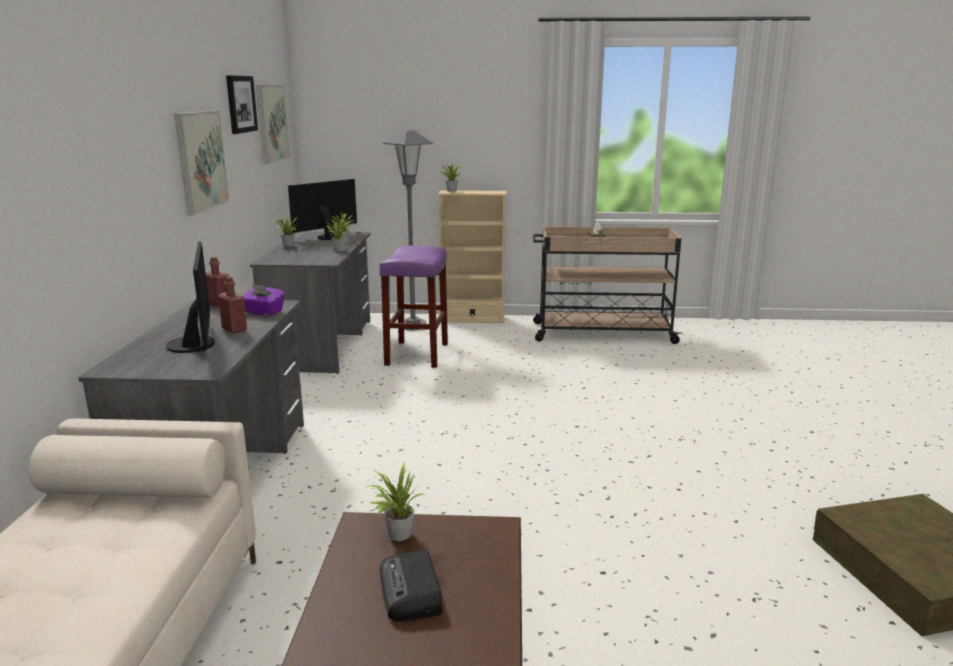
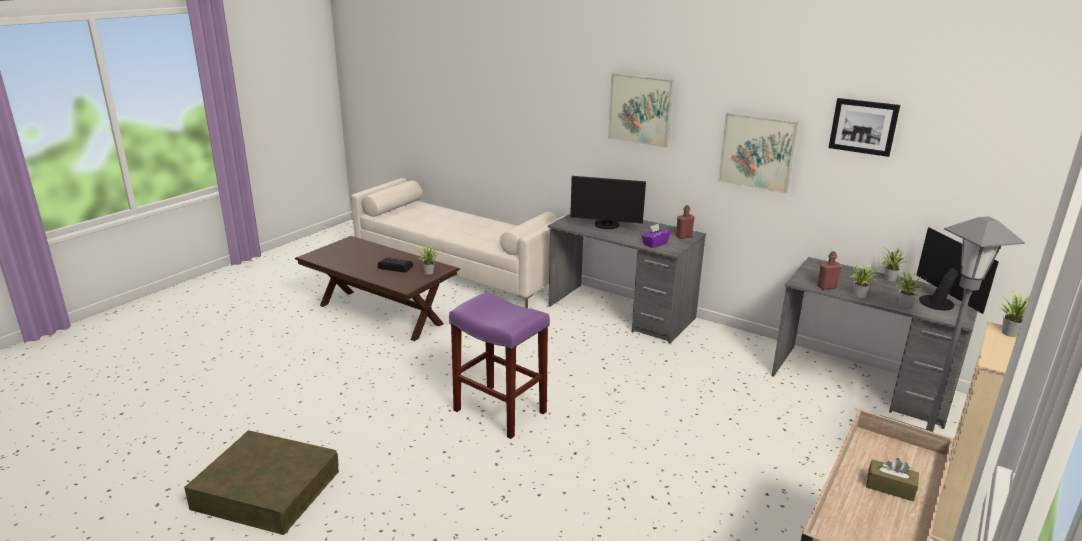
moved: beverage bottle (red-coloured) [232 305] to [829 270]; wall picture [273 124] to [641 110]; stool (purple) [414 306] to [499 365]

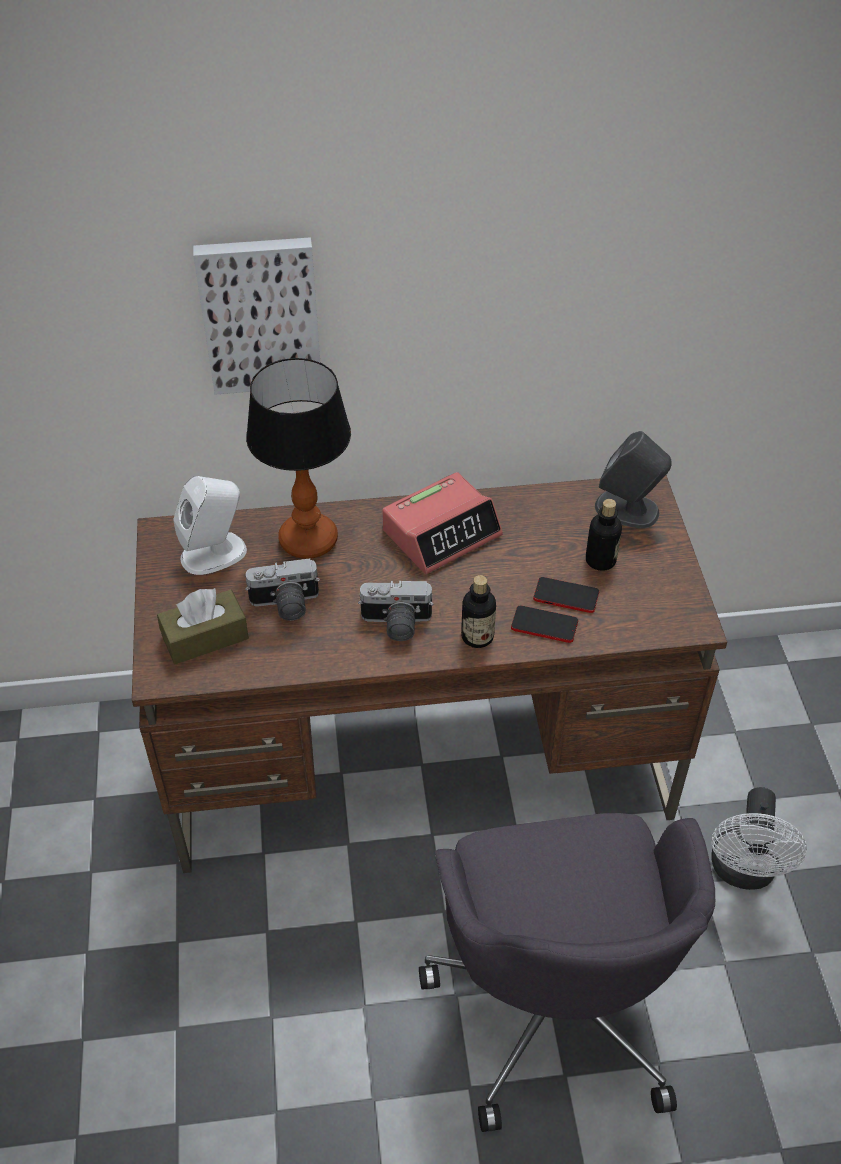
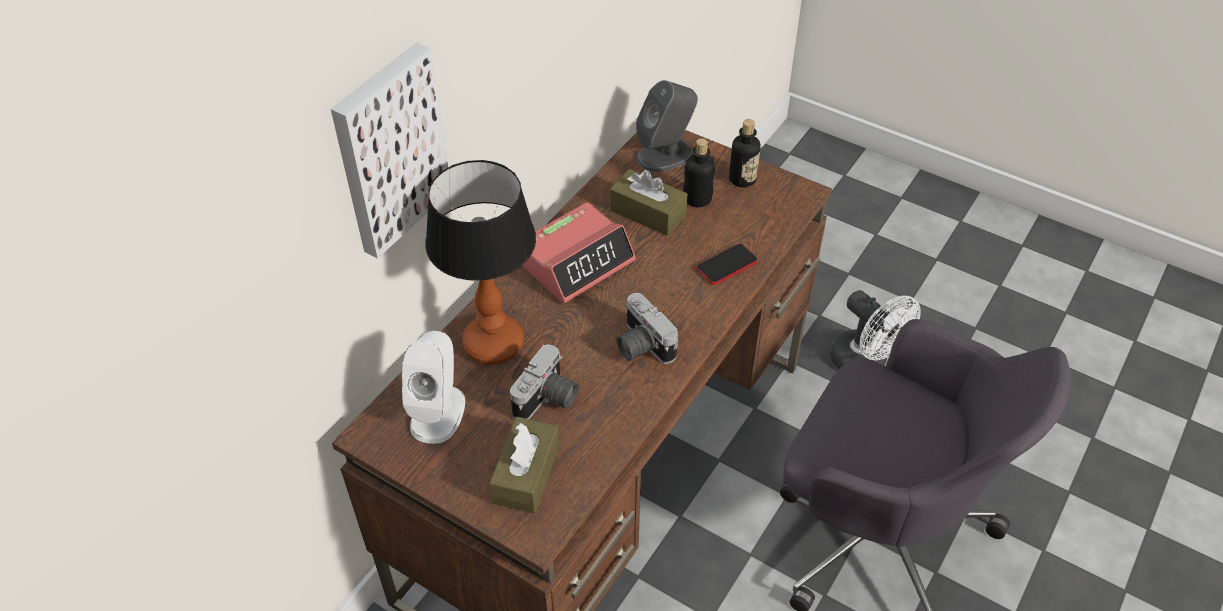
removed: telephone [566 595]
added: box of tissues (brownish) [648 202]
moved: beverage bottle [478 611] to [745 153]
turned: photo camera [396 611] = [647 328] 105 degrees clockwise; table clock [442 523] = [579 253] 45 degrees clockwise

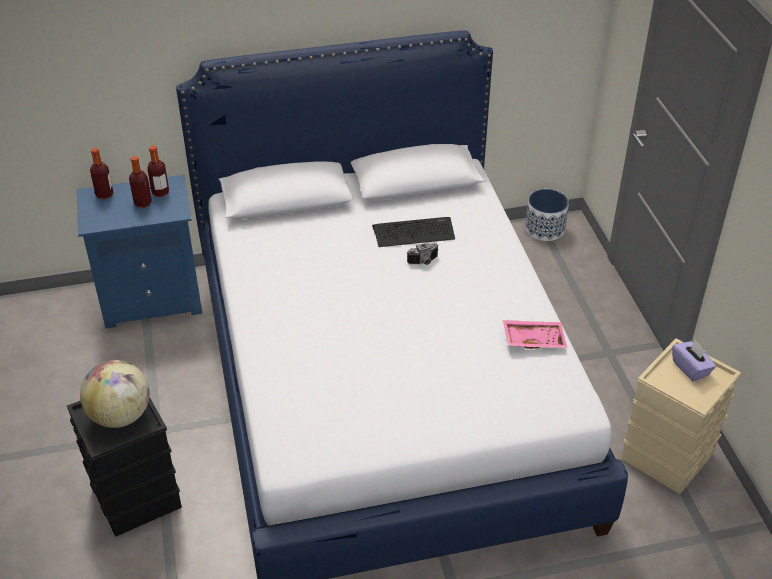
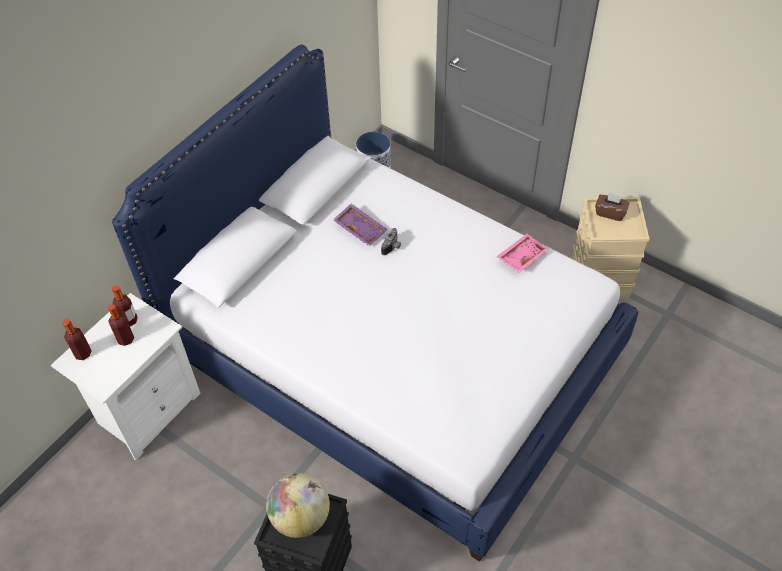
replaced: PC keyboard [413 232] to carrying tray (purple) [360 224]
recoloured: bedside table (blue-coloured) [139 252] to bedside table (white-coloured) [126 376]; box of tissues (purple) [694 361] to box of tissues (brownish) [612 207]

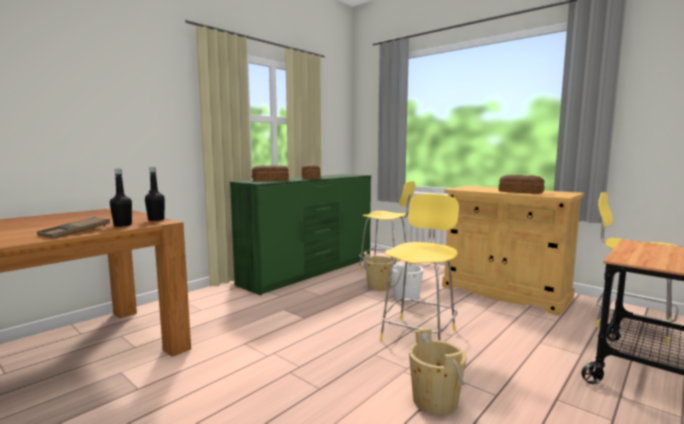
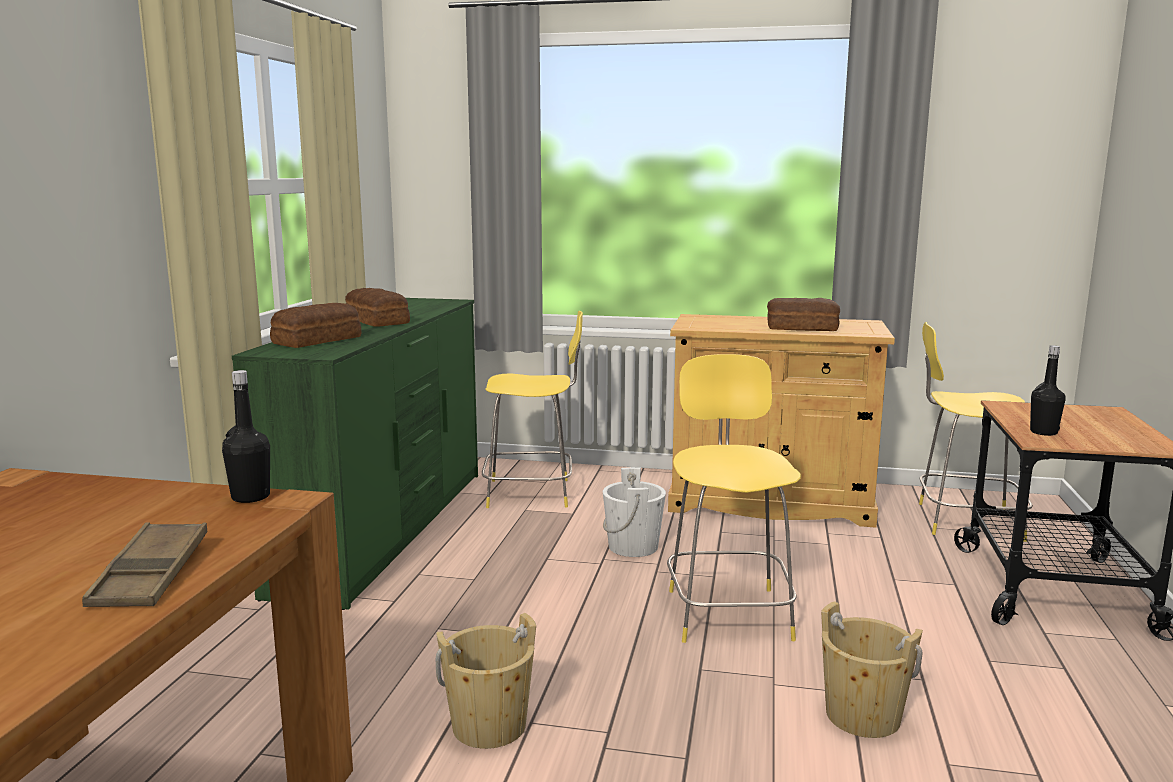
moved: beverage bottle (black) [121 198] to [1048 390]; pail (beige-coloured) [380 271] to [486 681]

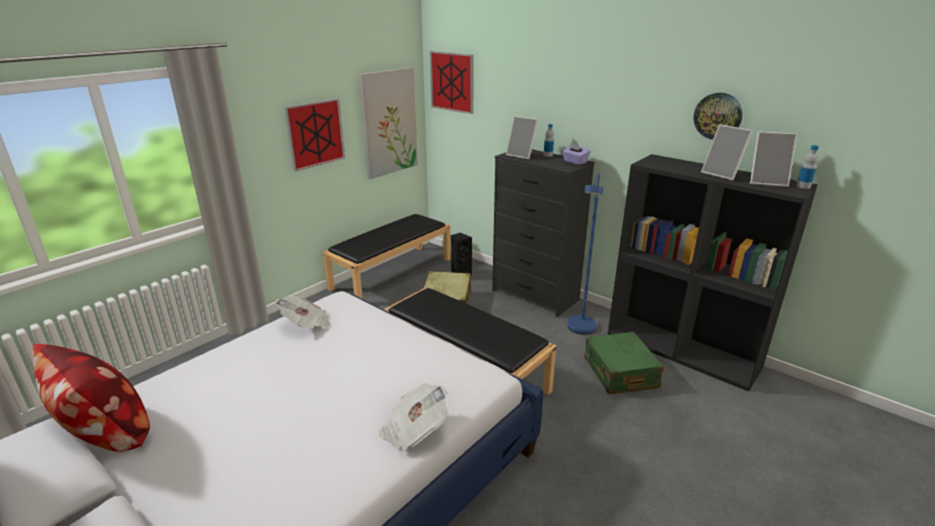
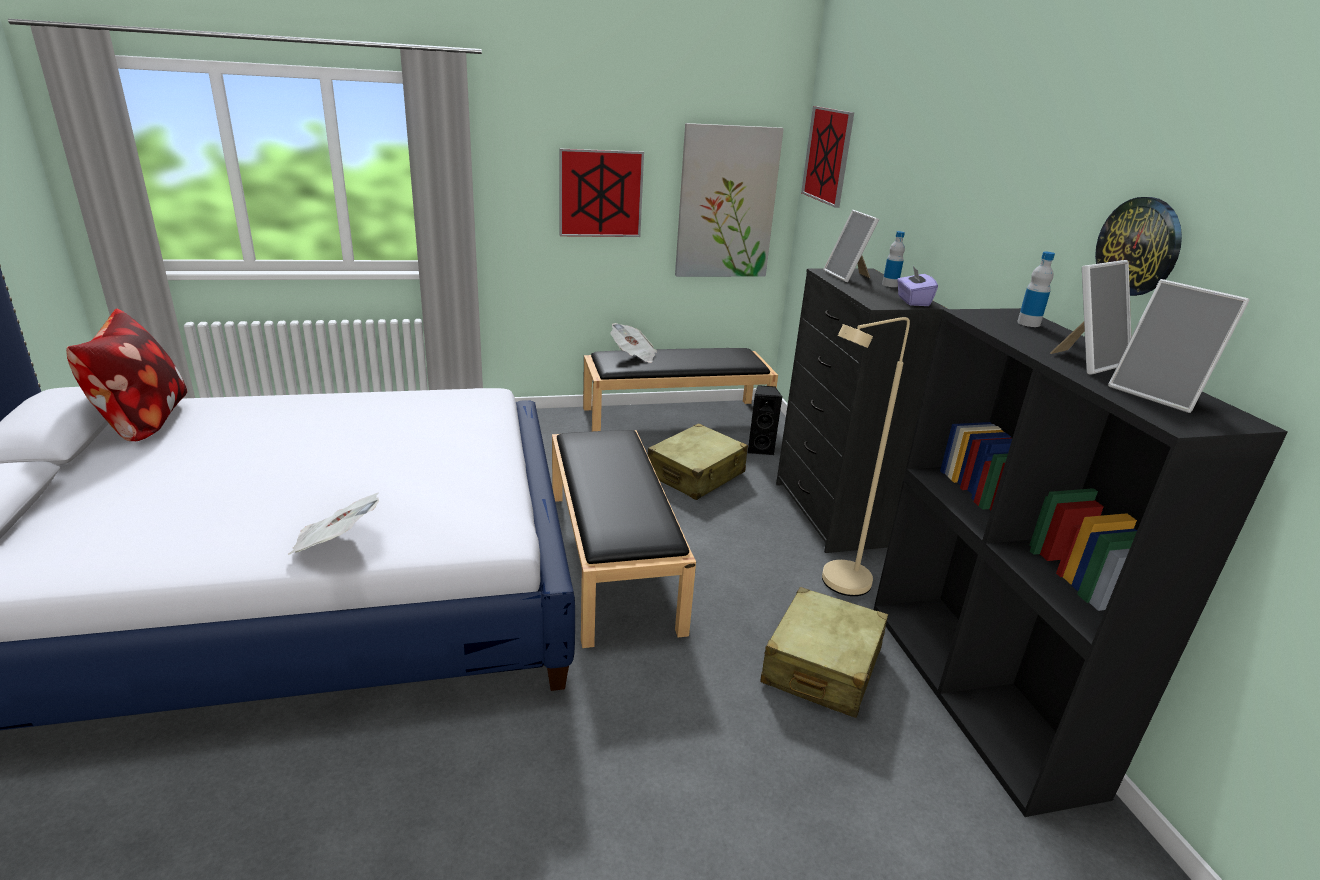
moved: printed paper [303 312] to [633 343]; beverage bottle [807 167] to [1036 289]
recoloured: floor lamp (blue-coloured) [585 254] to floor lamp (beige-coloured) [866 456]; suitcase (green-coloured) [624 363] to suitcase (beige-coloured) [824 652]
turned: picture frame [727 152] = [1090 317] 120 degrees counterclockwise

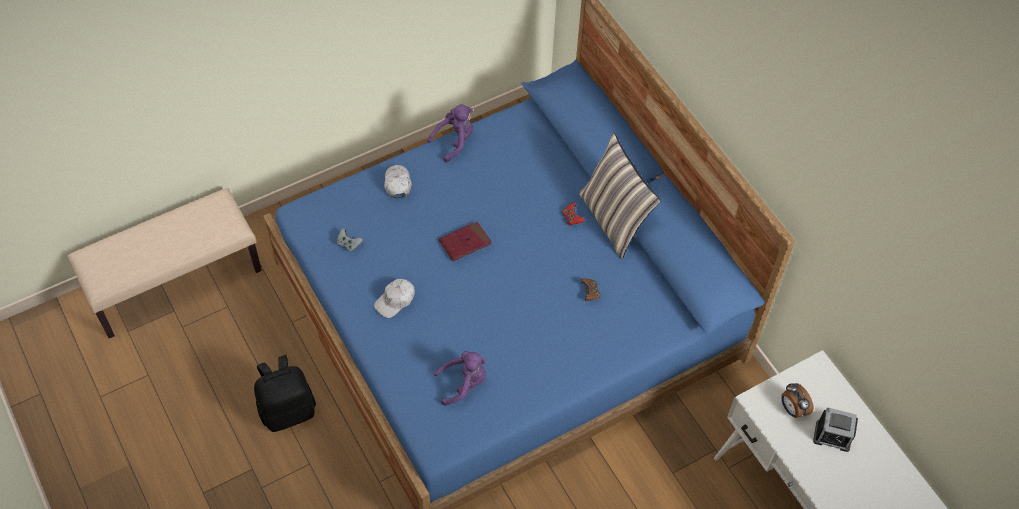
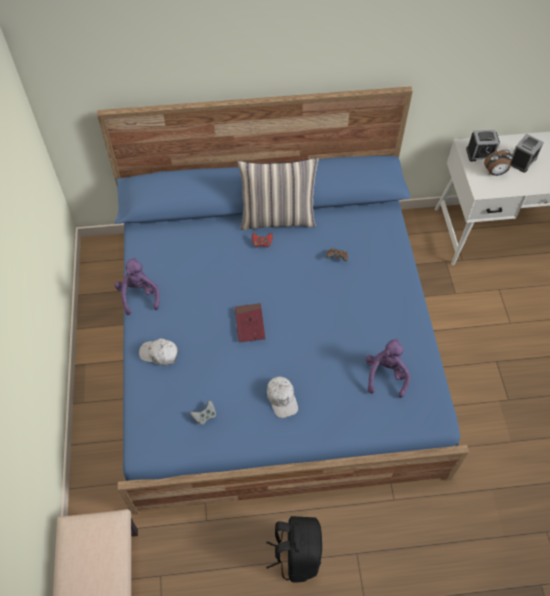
added: table clock [483 145]

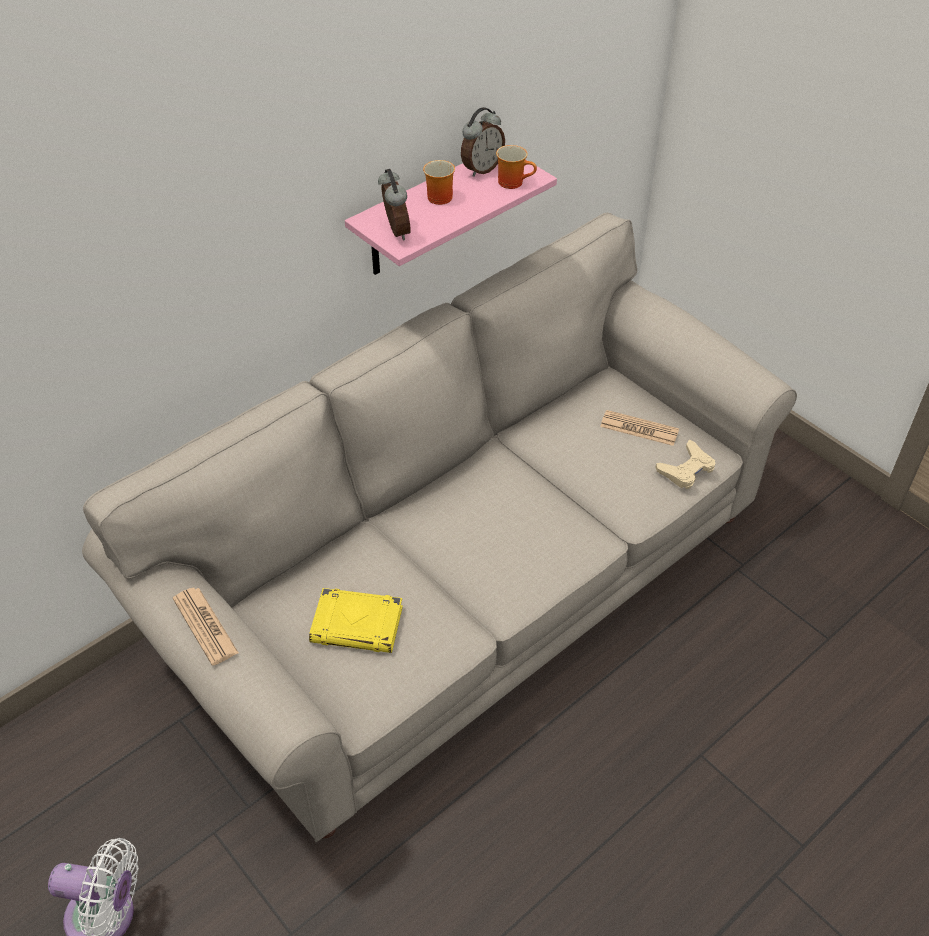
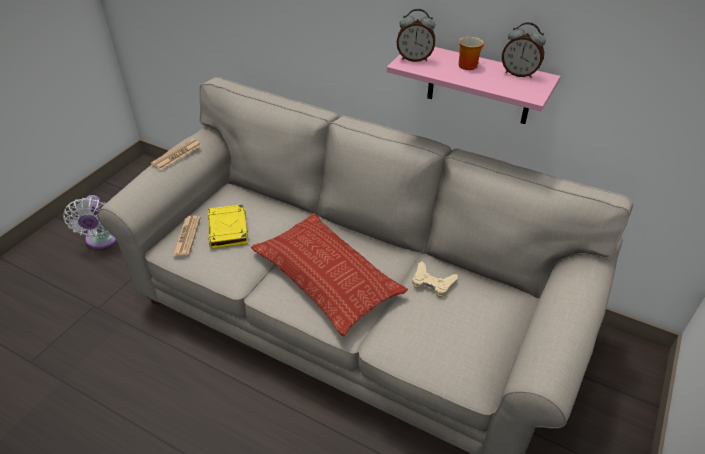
removed: tea mug [516 167]
added: throw pillow [329 274]
moved: printed paper [639 428] to [187 236]; joypad (beige-coloured) [685 464] to [435 279]
turned: table clock [394 205] = [416 35] 45 degrees clockwise

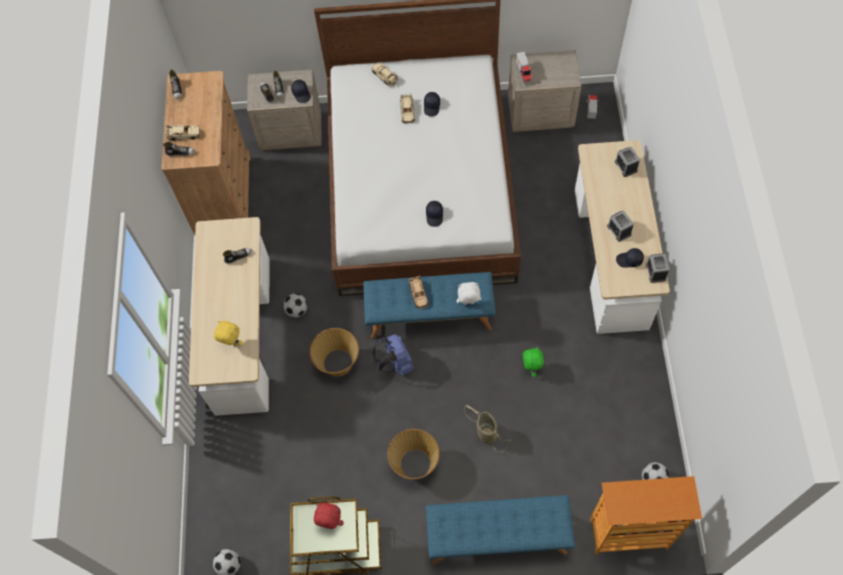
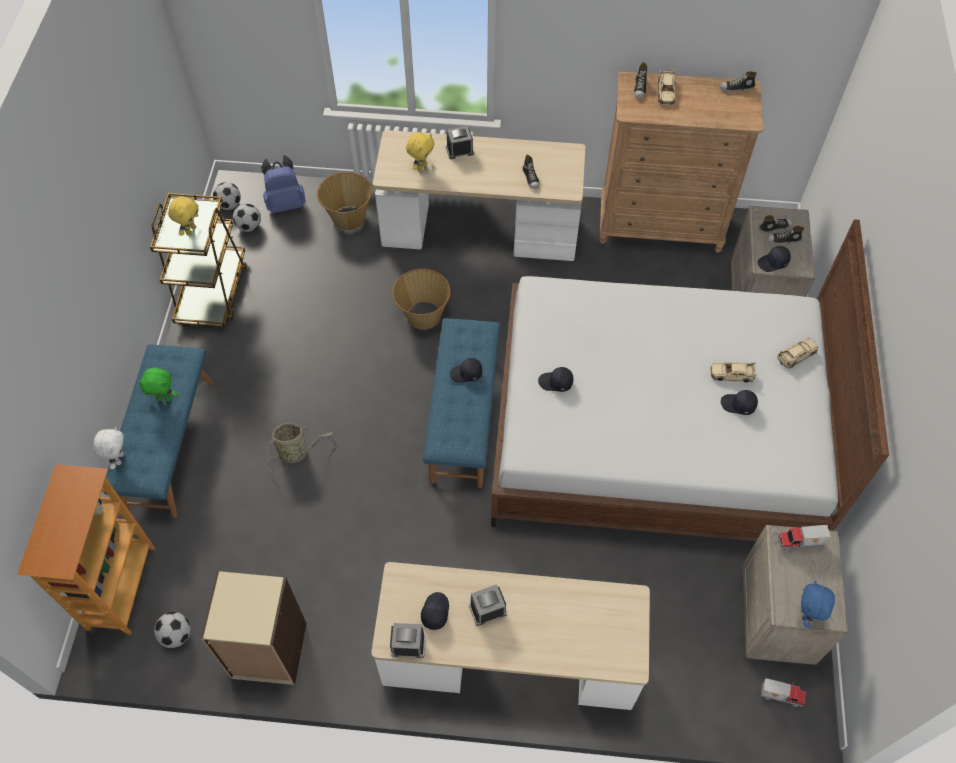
added: shelving unit (beige-coloured) [253 628]; plush toy (blue-coloured) [818 604]
moved: ball for football [295 305] to [247 218]; knapsack (blue-coloured) [392 354] to [283 184]; basket [414 454] to [344 201]; plush toy (white-coloured) [468 293] to [109 448]; plush toy (green-coloured) [533 362] to [158 385]; table clock [627 162] to [460 142]
replaced: miniature car (beige-coloured) [419 292] to baseball cap (black) [466 370]
recoloured: plush toy (red-coloured) [329 515] to plush toy (yellowish) [183 216]

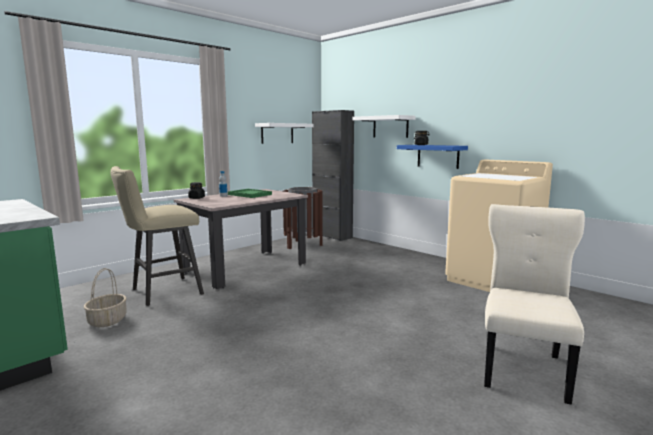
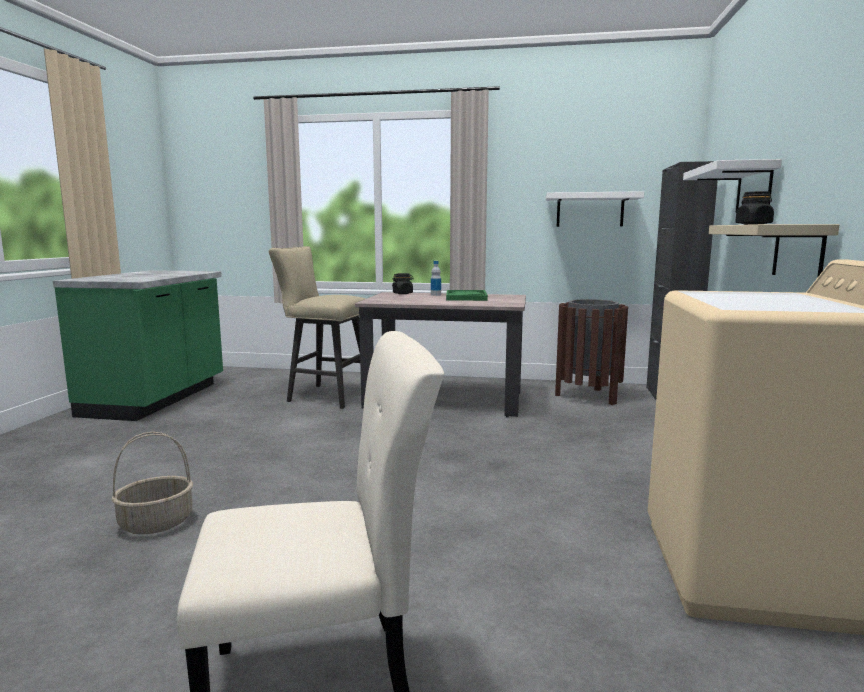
moved: basket [105 297] to [152 483]
recoloured: shelf (blue-coloured) [432 157] to shelf (beige-coloured) [774 251]

